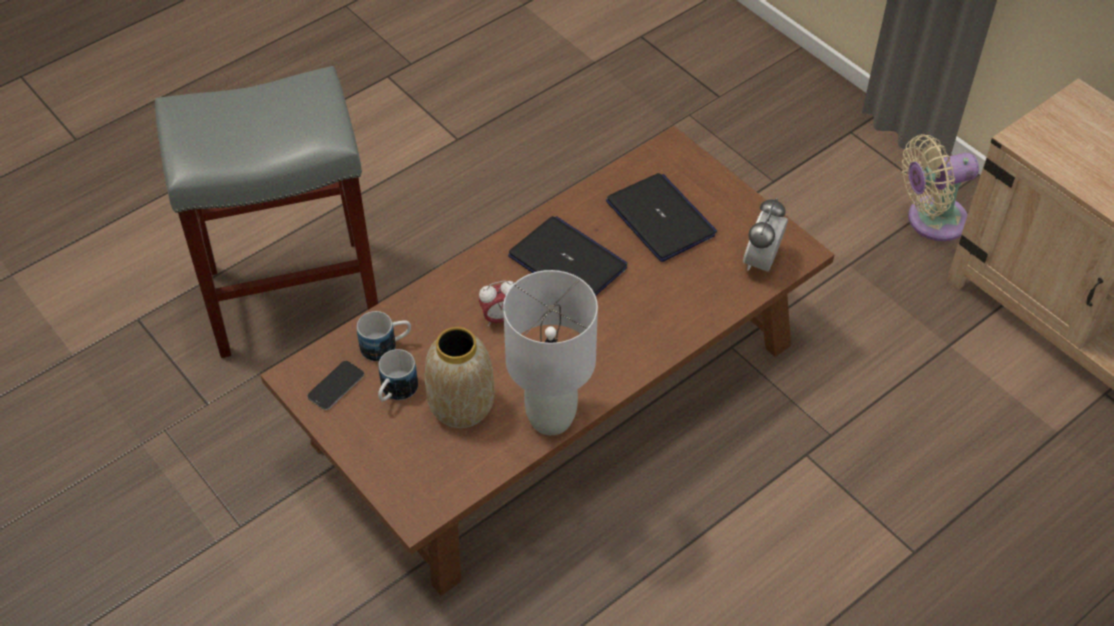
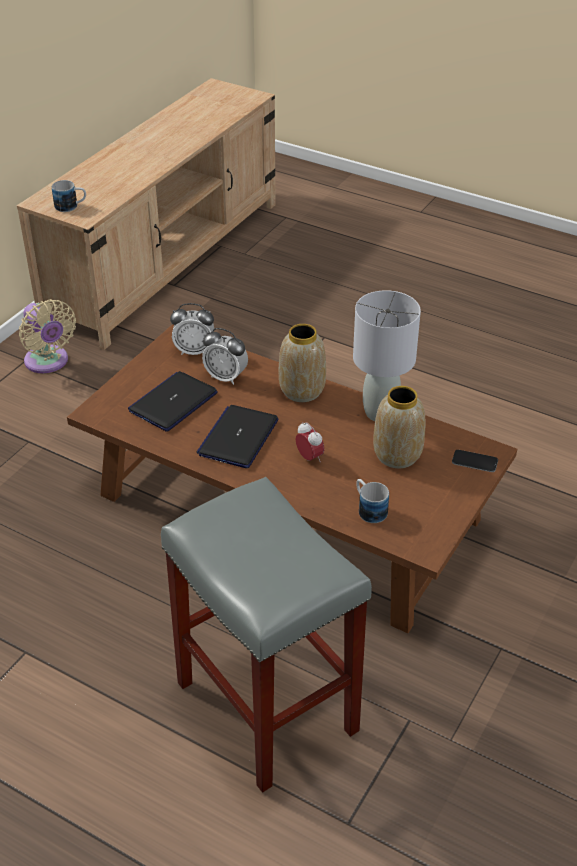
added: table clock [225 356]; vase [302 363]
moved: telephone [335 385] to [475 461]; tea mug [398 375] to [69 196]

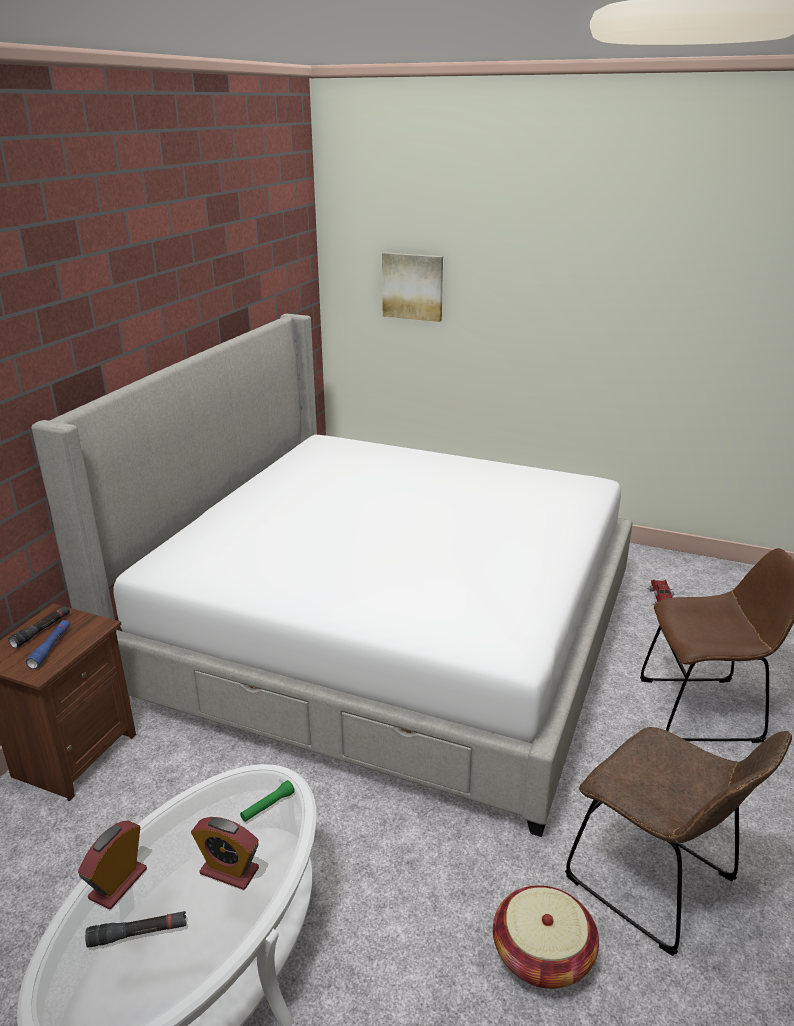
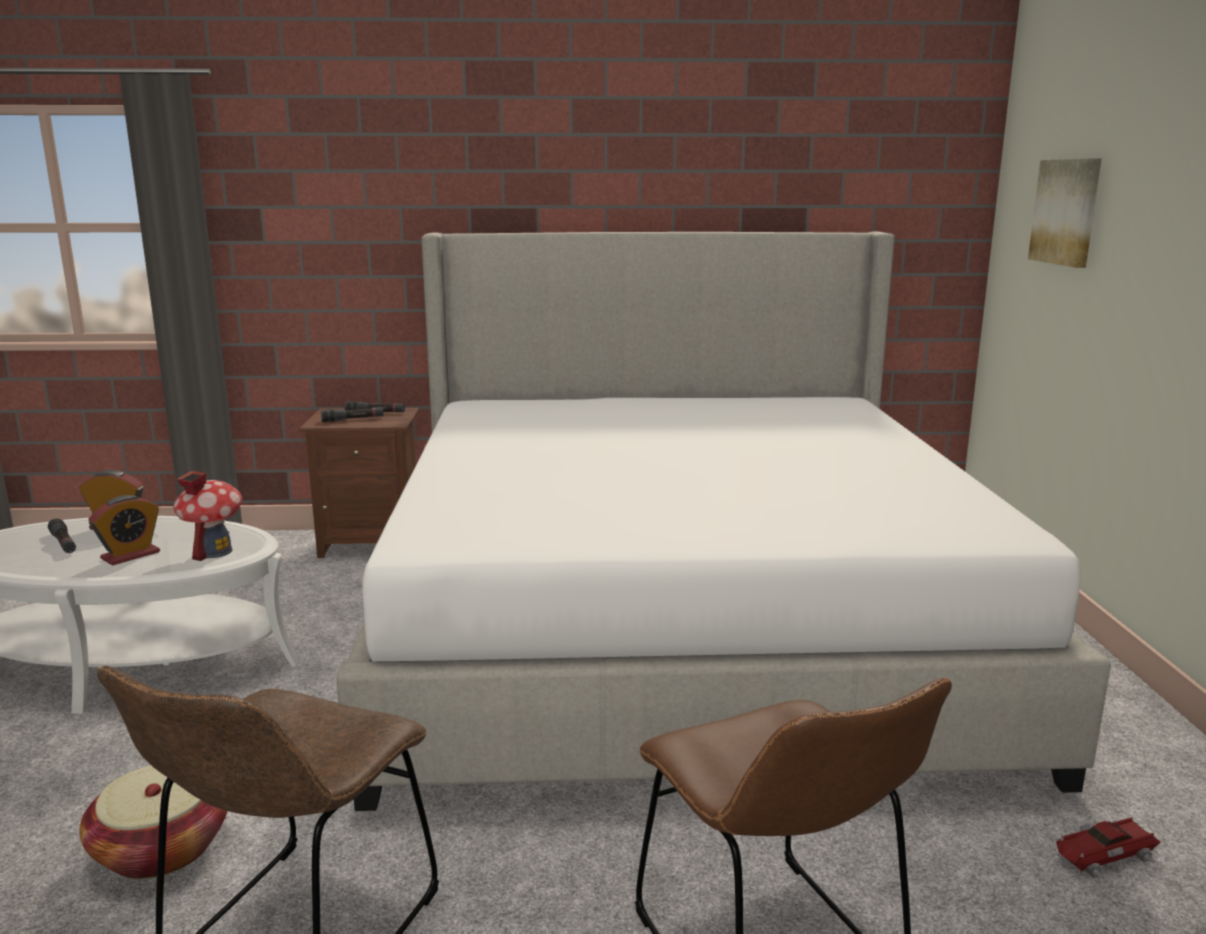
replaced: flashlight (green-coloured) [267 801] to miniature house [207 516]
recoloured: flashlight (blue-coloured) [48 644] to flashlight (black) [352 414]
turned: table clock [225 853] = [124 530] 135 degrees counterclockwise

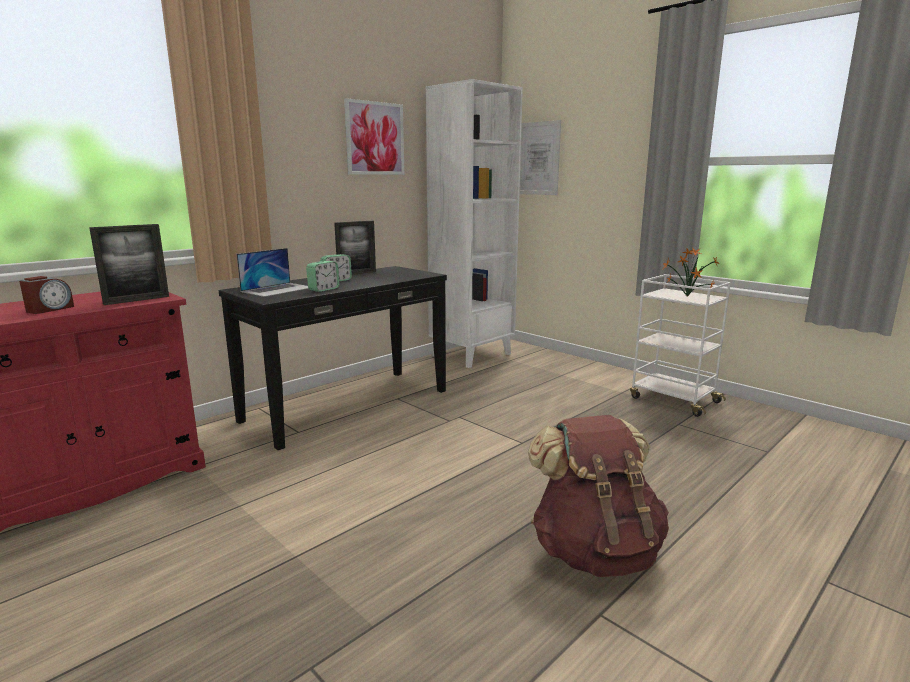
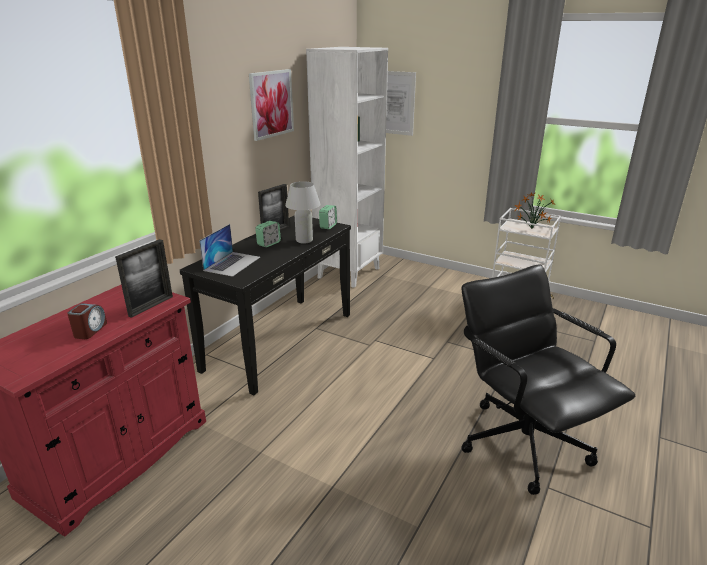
added: lamp for a table (white-coloured) [303 212]
moved: table clock [323 276] to [328 217]
replaced: knapsack (brownish) [598 496] to computer chair (black) [548 379]

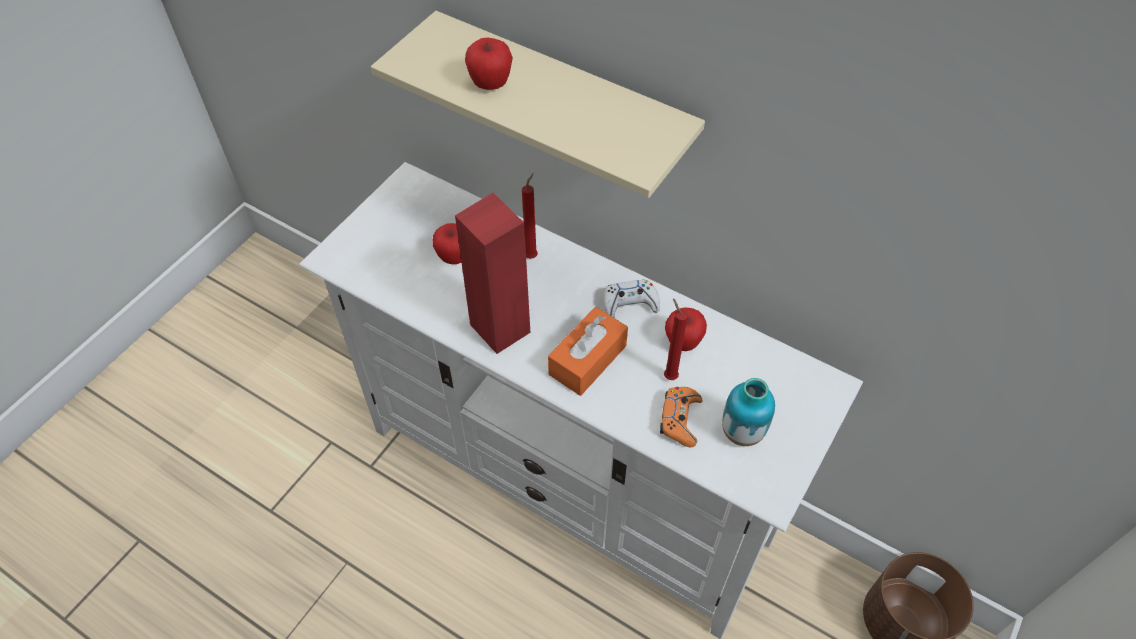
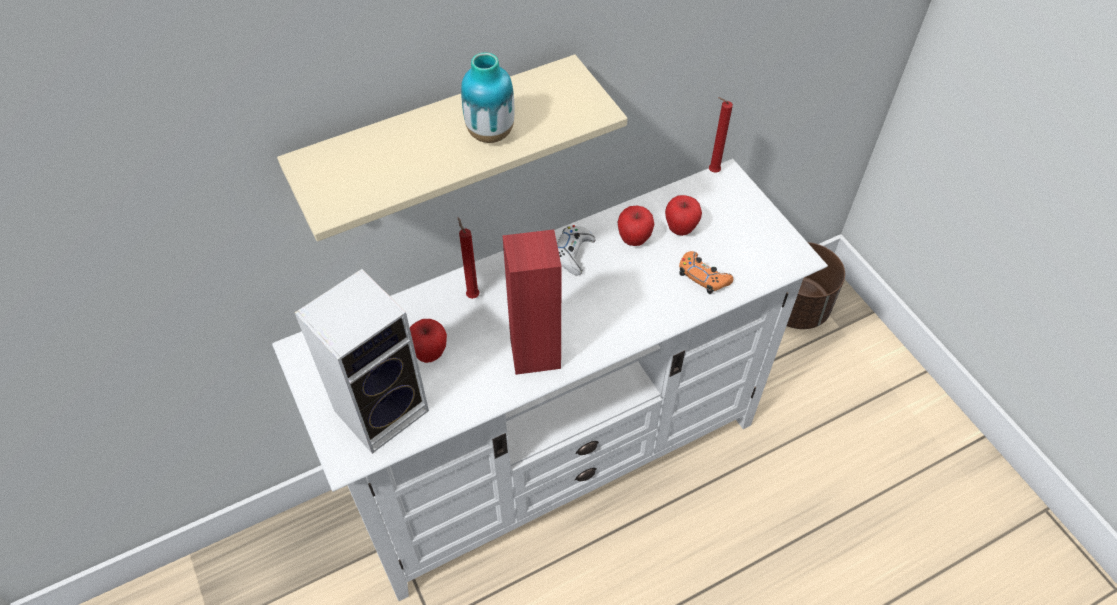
removed: box of tissues (orangey) [588 351]
added: audio speaker [361 361]
moved: whole apple [489 64] to [683 215]; candle (red-coloured) [676 339] to [721 135]; vase [748 412] to [487 98]

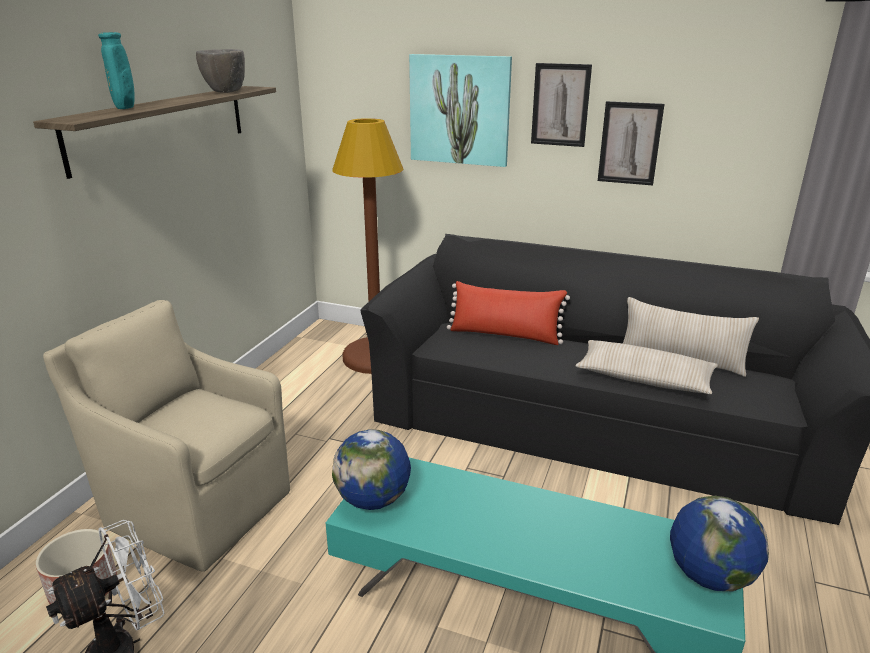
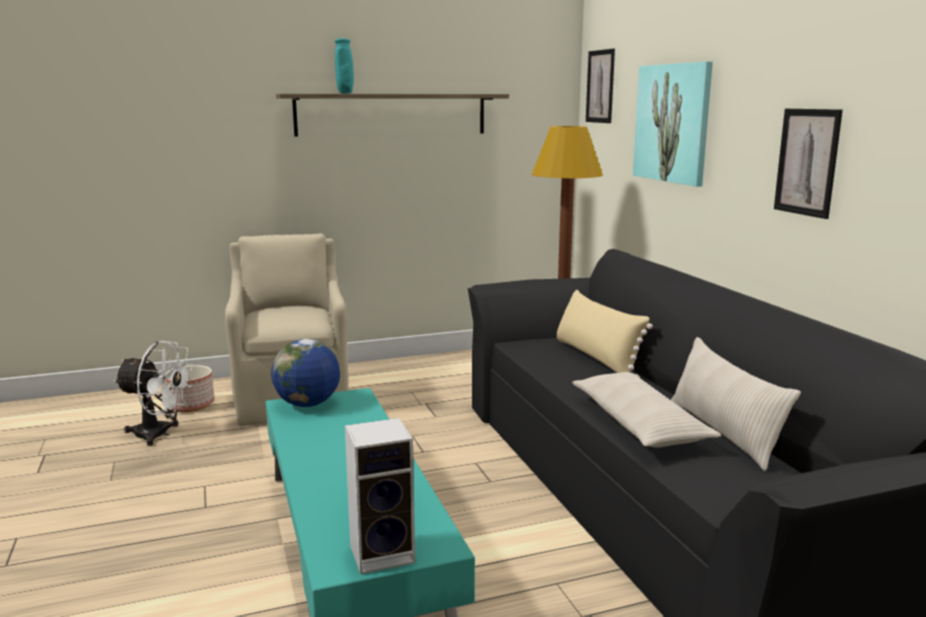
removed: deep dish (greyish) [220 71]
moved: wall picture [561 105] to [600 86]
replaced: desk globe [719 543] to audio speaker [380 496]
recoloured: throw pillow (red-coloured) [508 313] to throw pillow (beige-coloured) [605 331]

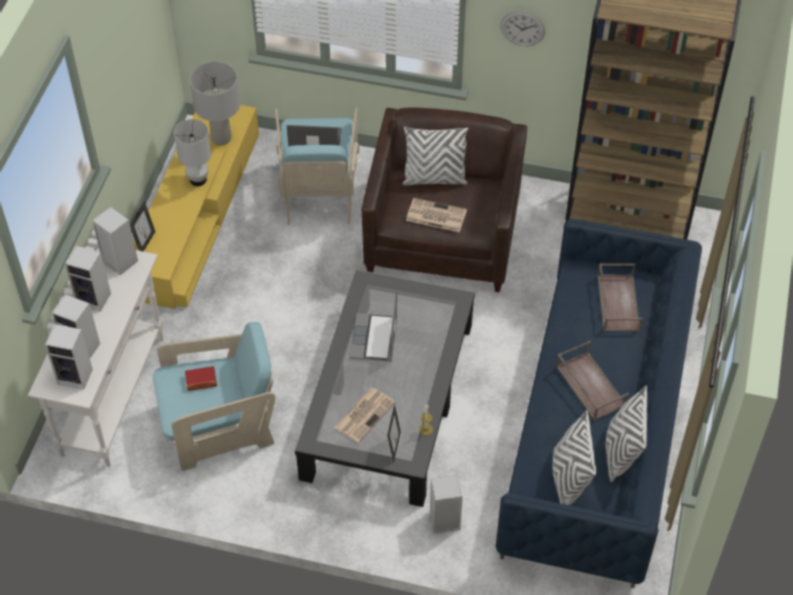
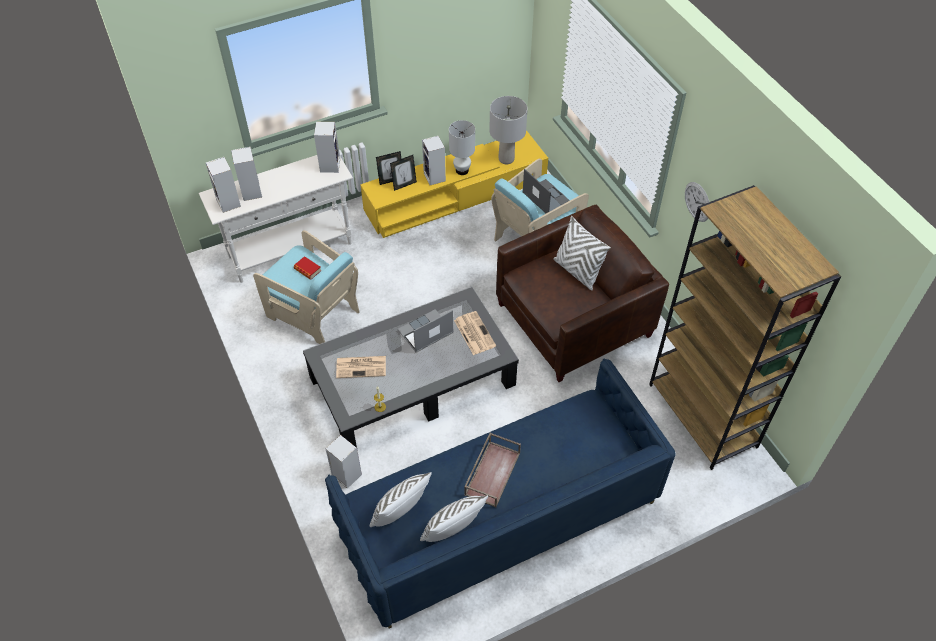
removed: carrying tray (brownish) [620 297]
moved: audio speaker [88 278] to [434 160]; picture frame [394 433] to [403 173]; printed paper [436 215] to [475 333]

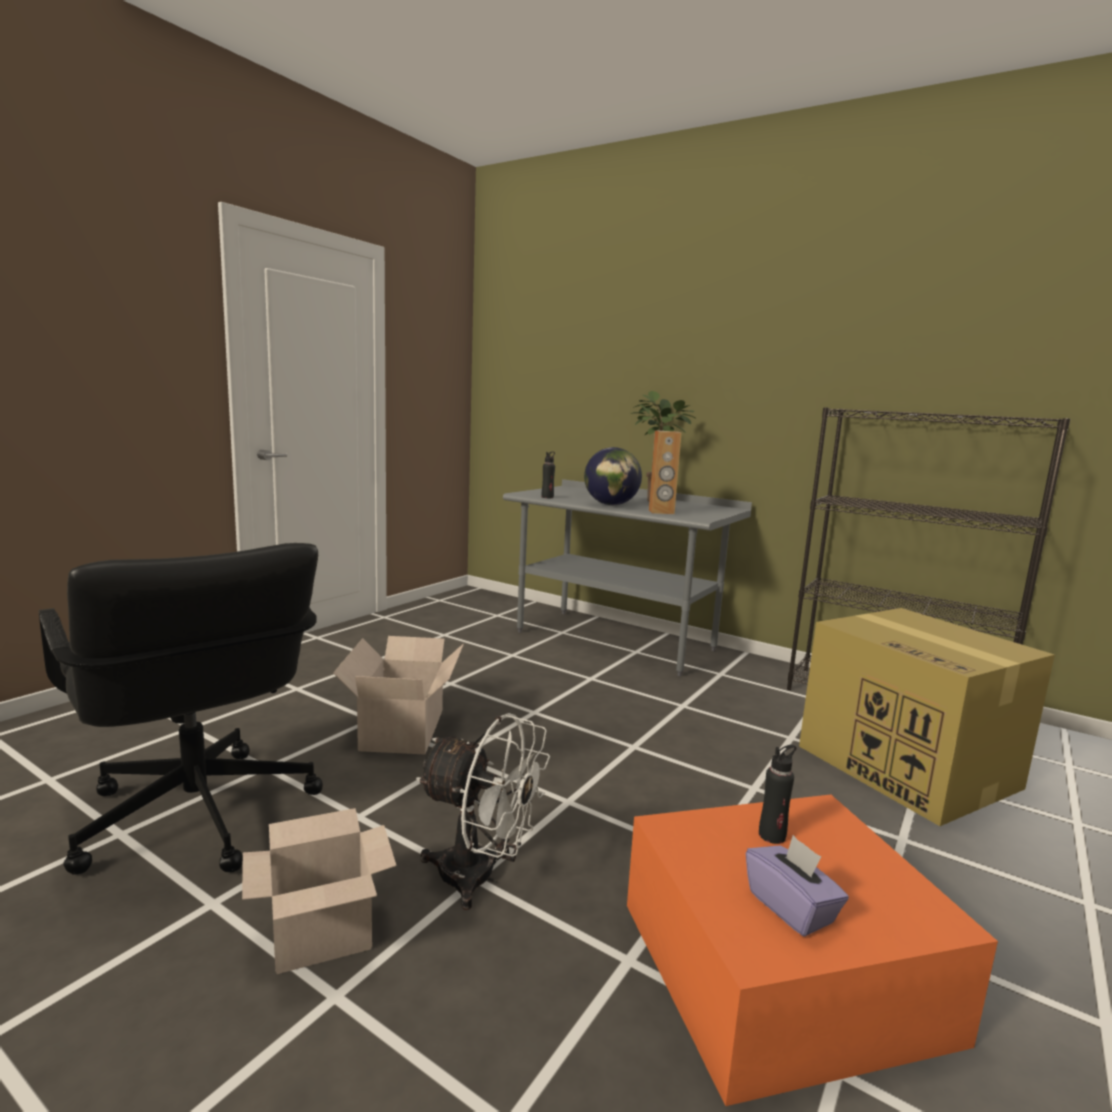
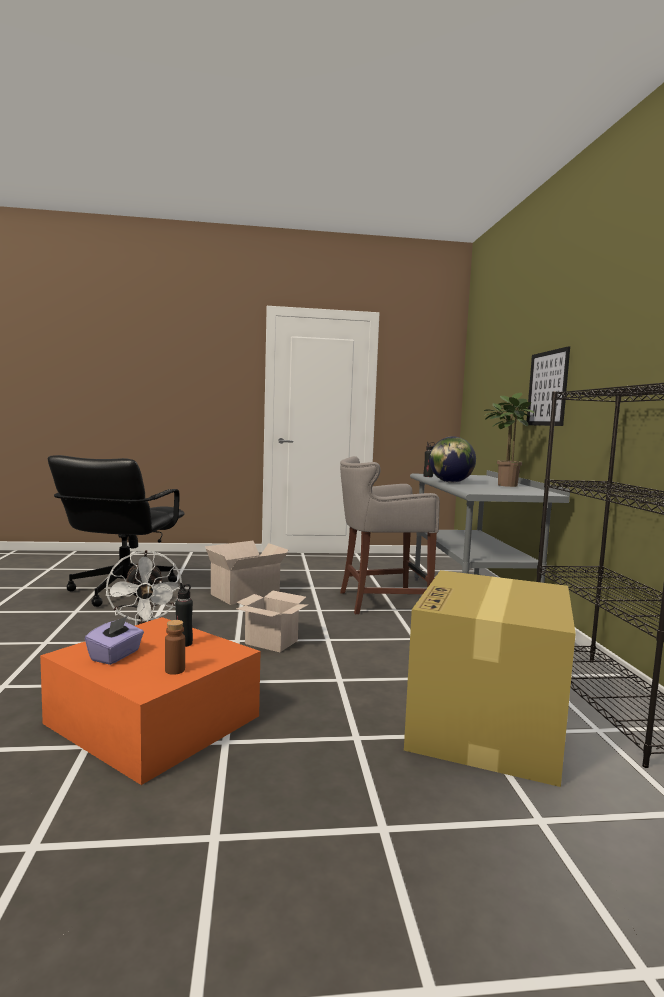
removed: audio speaker (brownish) [665 472]
added: beverage bottle (brownish) [175 647]; stool (greyish) [390 535]; wall picture [548 386]
moved: carton [319 891] to [272 621]

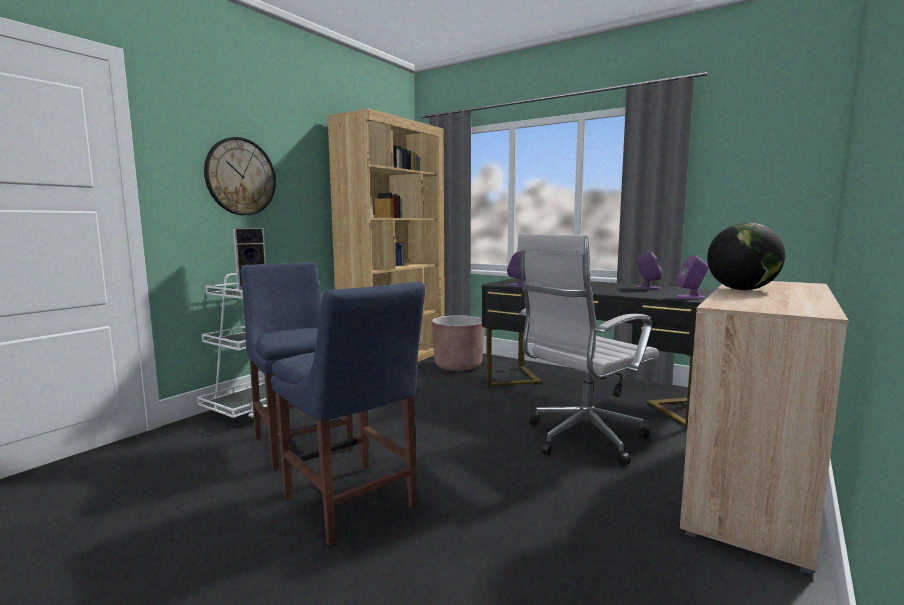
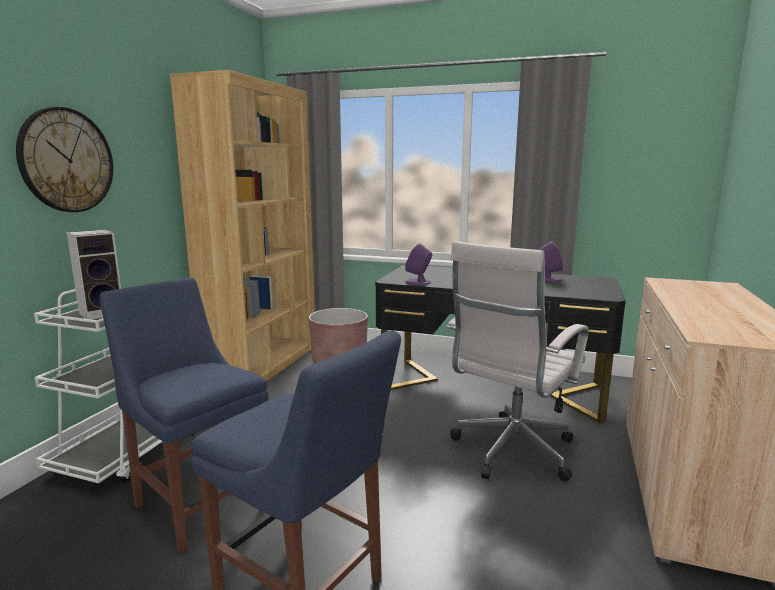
removed: audio speaker (purple) [692 277]; desk globe [746 256]

